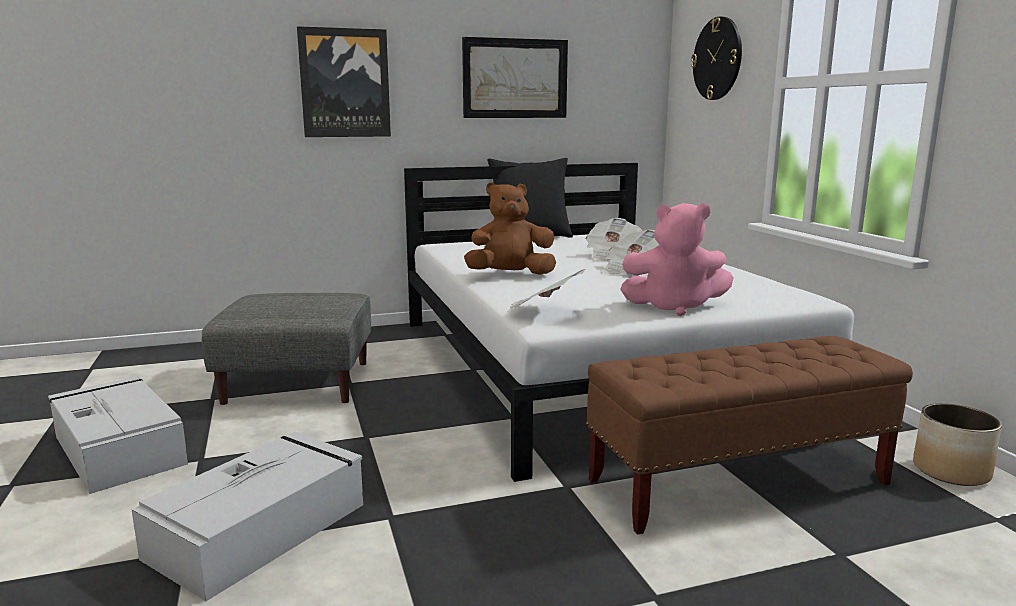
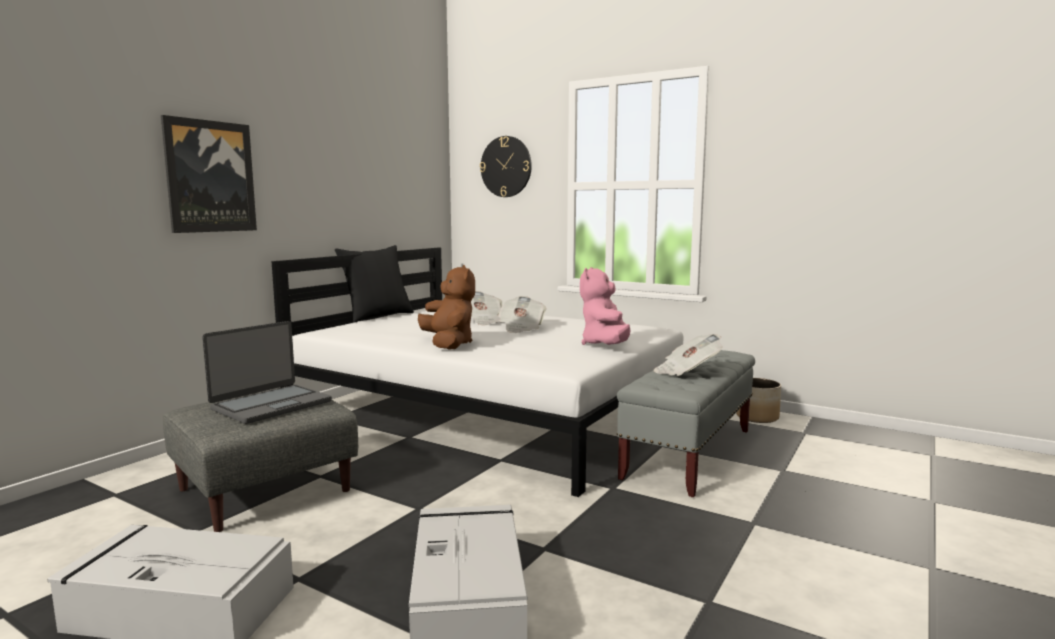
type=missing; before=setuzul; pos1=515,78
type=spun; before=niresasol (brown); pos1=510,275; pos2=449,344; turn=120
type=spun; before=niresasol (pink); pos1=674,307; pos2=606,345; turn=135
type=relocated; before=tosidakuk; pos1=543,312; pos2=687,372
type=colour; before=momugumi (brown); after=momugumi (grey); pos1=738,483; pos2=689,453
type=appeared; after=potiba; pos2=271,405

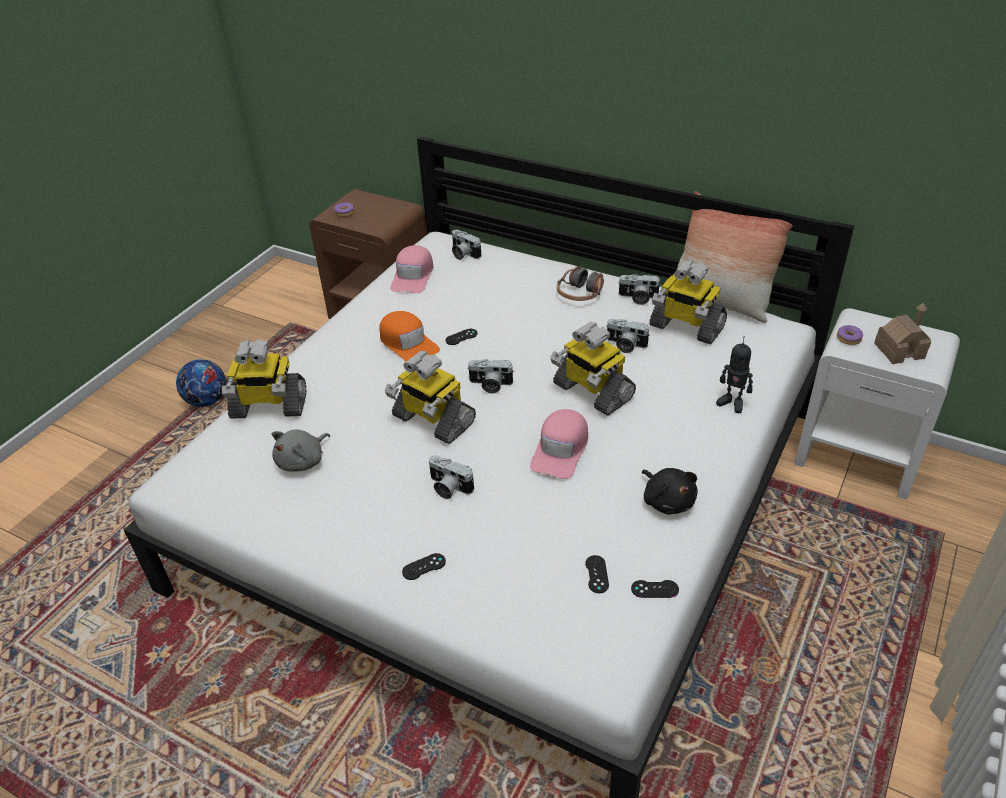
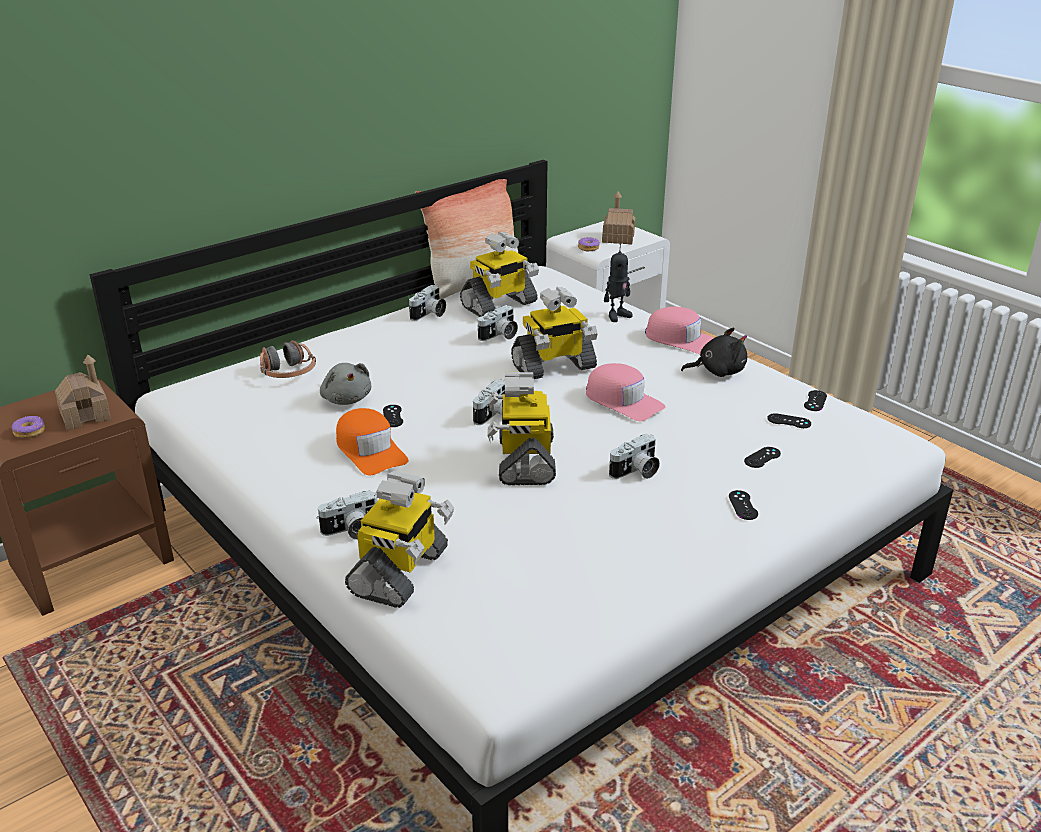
type=relocated; before=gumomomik; pos1=463,254; pos2=352,530
type=relocated; before=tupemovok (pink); pos1=413,276; pos2=681,340
type=relocated; before=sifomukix; pos1=580,294; pos2=288,373
type=spun; before=tupemovok (orange); pos1=408,343; pos2=370,450; turn=75
type=spun; before=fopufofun; pos1=432,420; pos2=524,461; turn=120
type=missing; before=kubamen; pos1=207,401
type=relocated; before=niresasol (grey); pos1=303,461; pos2=346,399
type=appeared; after=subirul; pos2=85,415
type=appeared; after=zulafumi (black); pos2=762,457

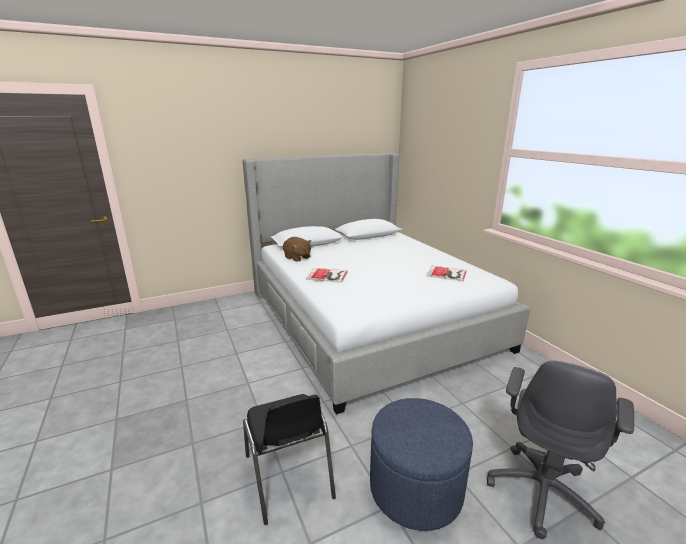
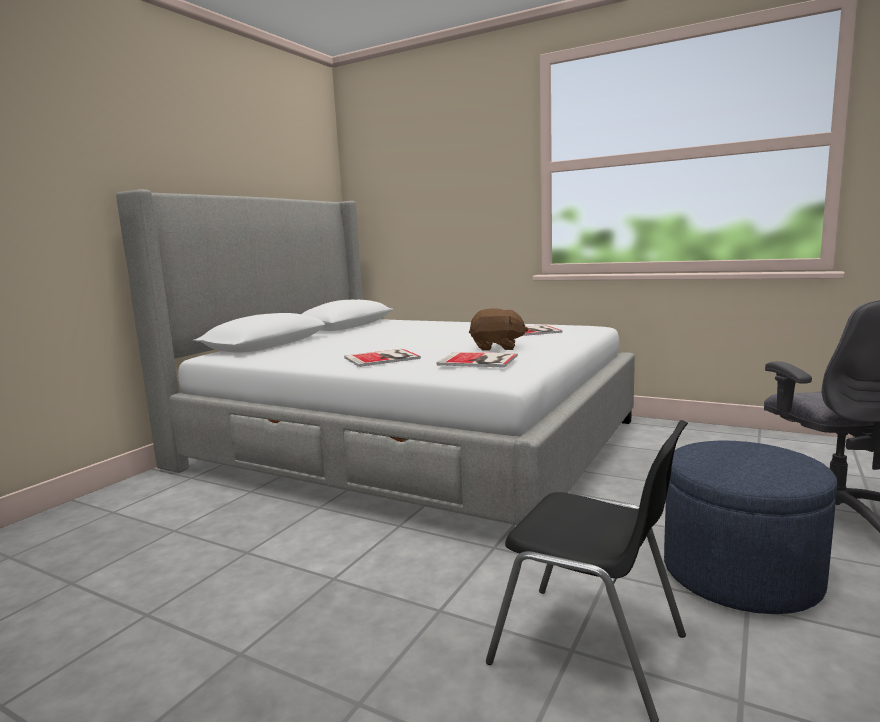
type=relocated; before=niresasol (brown); pos1=297,257; pos2=497,347
type=appeared; after=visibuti; pos2=479,360

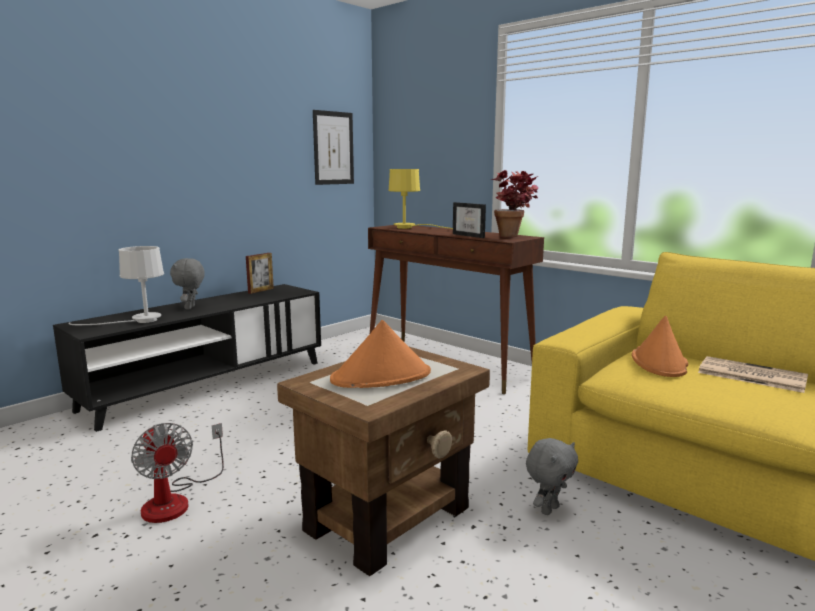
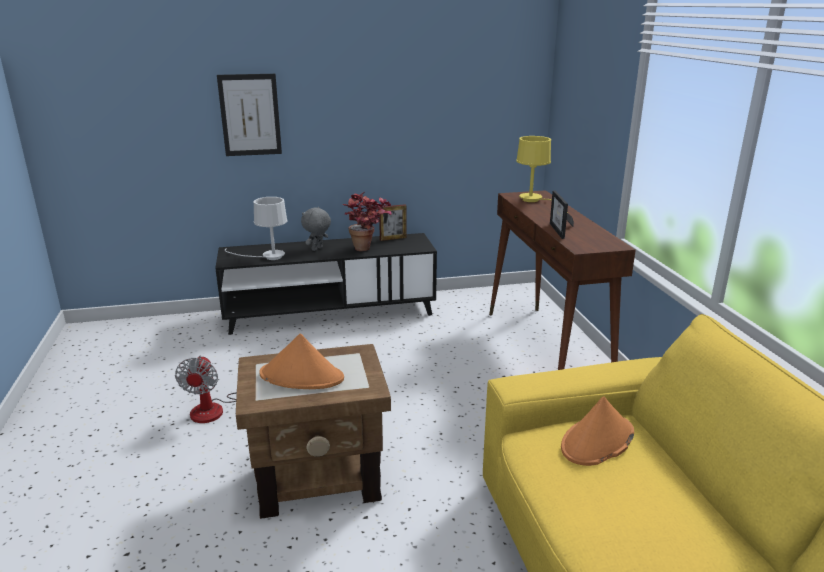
type=relocated; before=setuzul; pos1=333,148; pos2=250,115
type=relocated; before=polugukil; pos1=514,236; pos2=368,249
type=missing; before=tosidakuk; pos1=750,375
type=missing; before=niresasol (grey); pos1=548,509

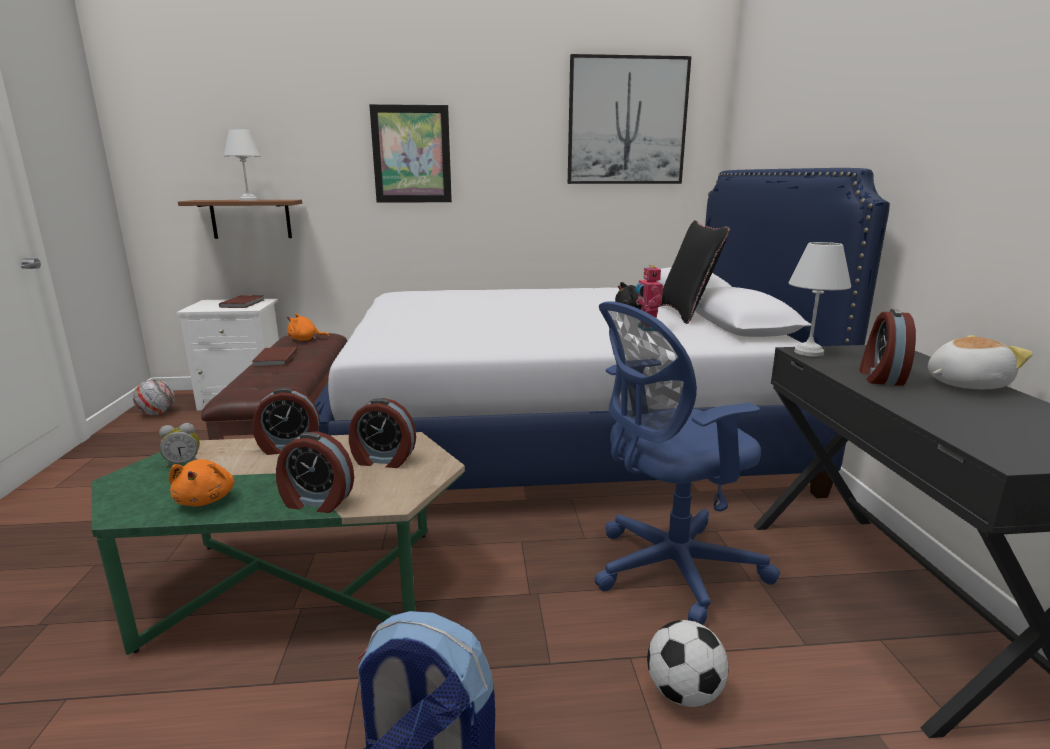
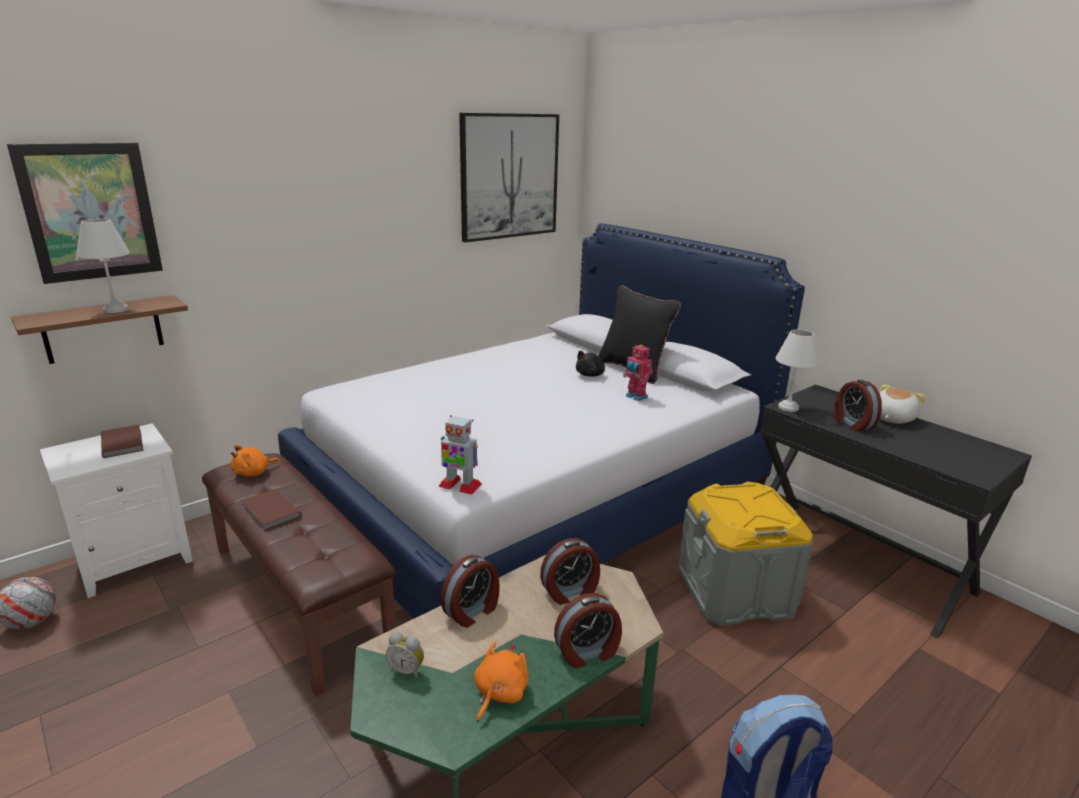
type=relocated; before=setuzul; pos1=411,154; pos2=90,212
type=exchanged; before=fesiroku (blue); after=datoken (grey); pos1=668,570; pos2=735,592
type=spun; before=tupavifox; pos1=184,463; pos2=407,670; turn=75
type=spun; before=niresasol (orange); pos1=206,499; pos2=499,693; turn=-105
type=missing; before=kubamen; pos1=684,693
type=appeared; after=fopufofun; pos2=459,485

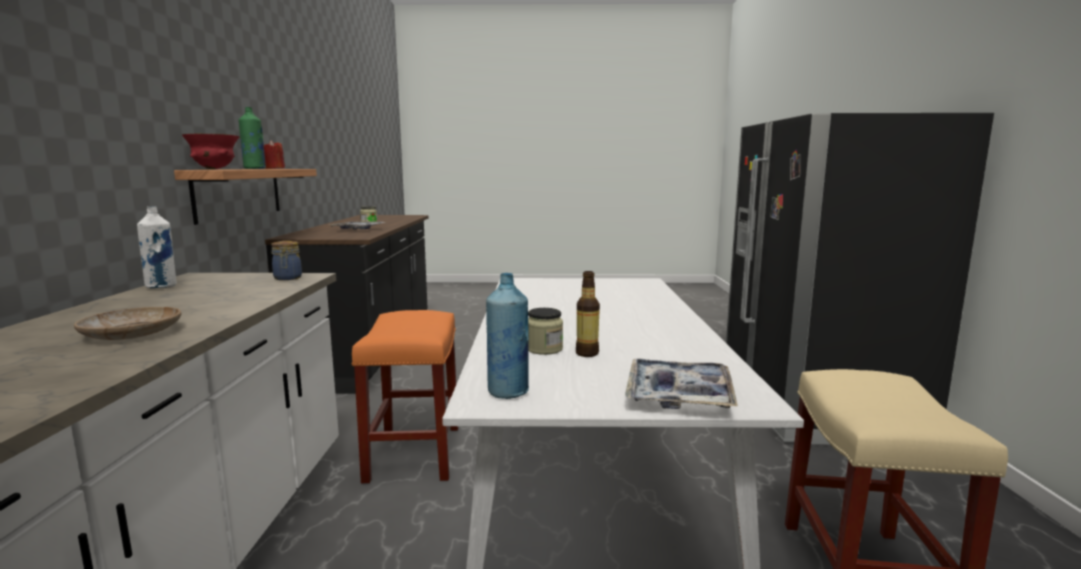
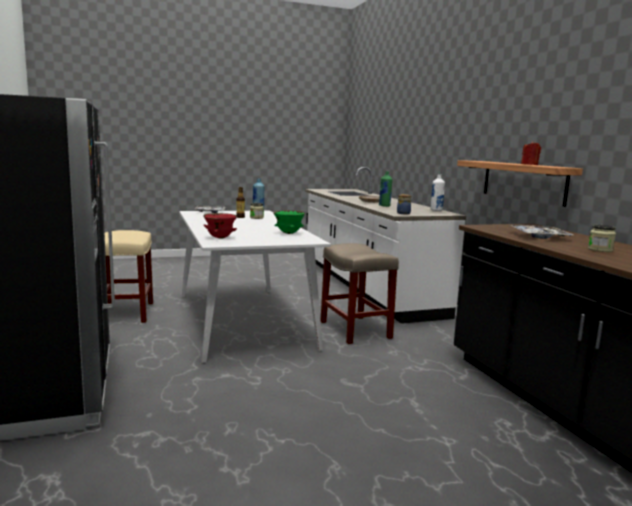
type=relocated; before=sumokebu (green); pos1=254,169; pos2=384,206
type=relocated; before=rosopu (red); pos1=215,169; pos2=219,238
type=colour; before=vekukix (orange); after=vekukix (beige); pos1=414,452; pos2=356,330
type=appeared; after=rosopu (green); pos2=289,233

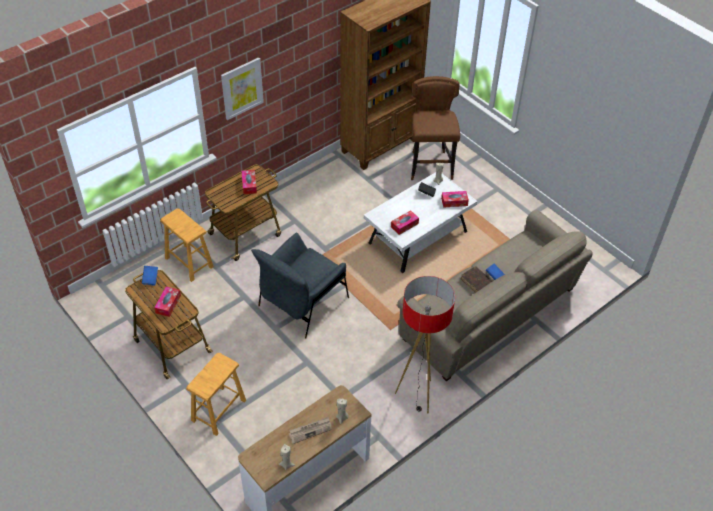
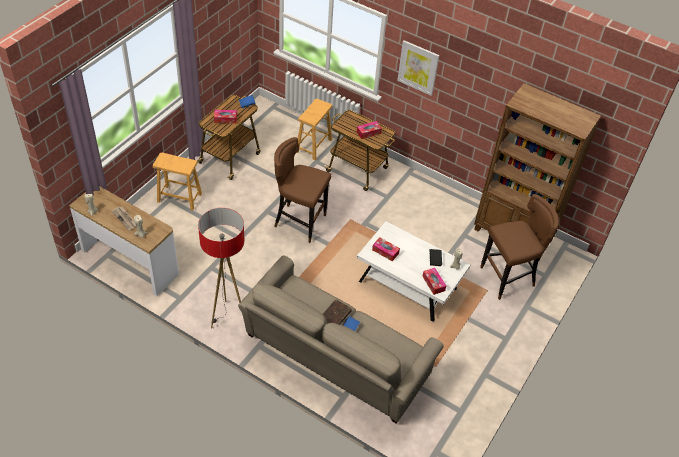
type=exchanged; before=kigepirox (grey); after=vekukix (brown); pos1=303,302; pos2=299,222

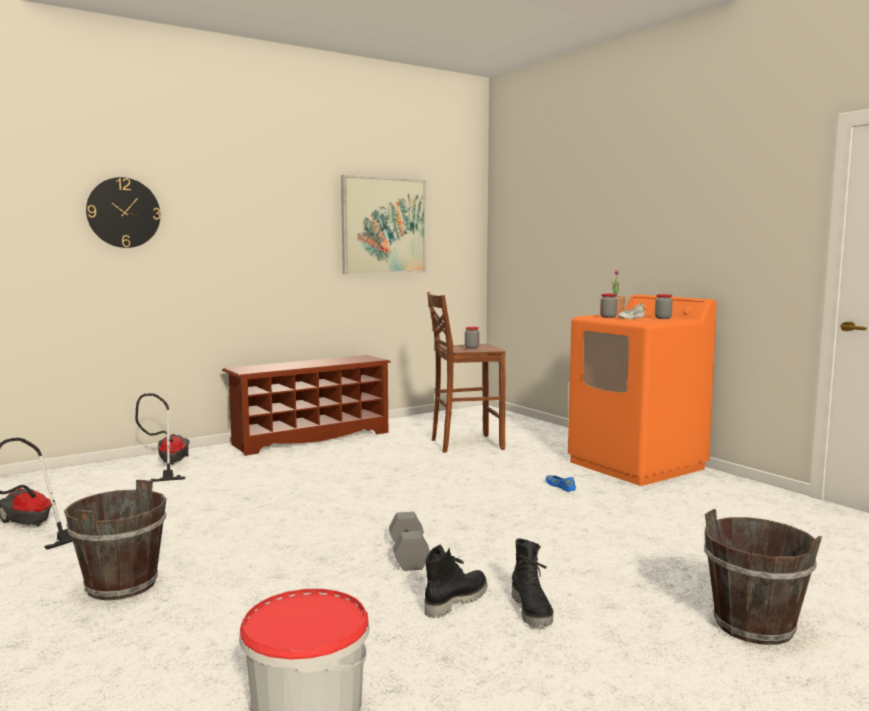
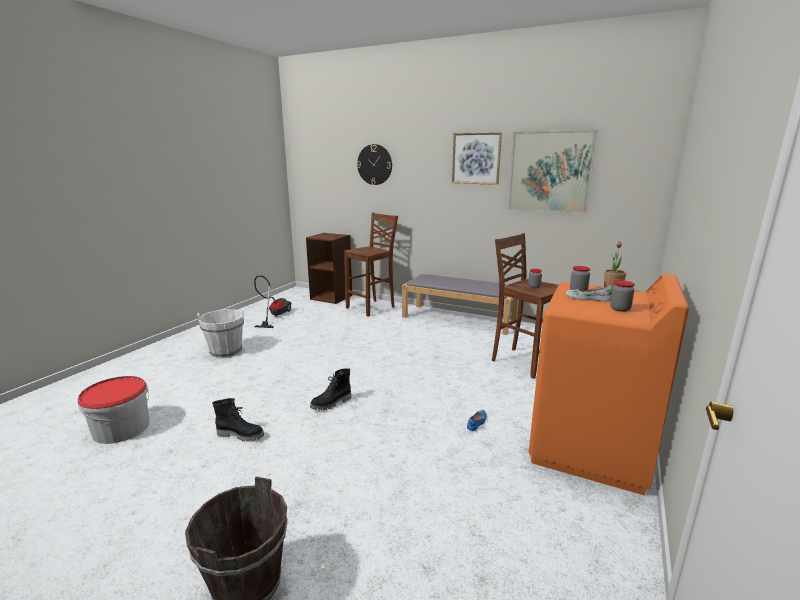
type=exchanged; before=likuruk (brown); after=momugumi (grey); pos1=311,438; pos2=459,319
type=exchanged; before=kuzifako; after=vekukix (brown); pos1=168,464; pos2=372,308
type=colour; before=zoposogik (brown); after=zoposogik (white); pos1=121,585; pos2=226,351
type=missing; before=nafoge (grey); pos1=410,555
type=relocated; before=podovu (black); pos1=532,611; pos2=331,403
type=appeared; after=setuzul; pos2=476,158
type=appeared; after=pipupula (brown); pos2=331,297

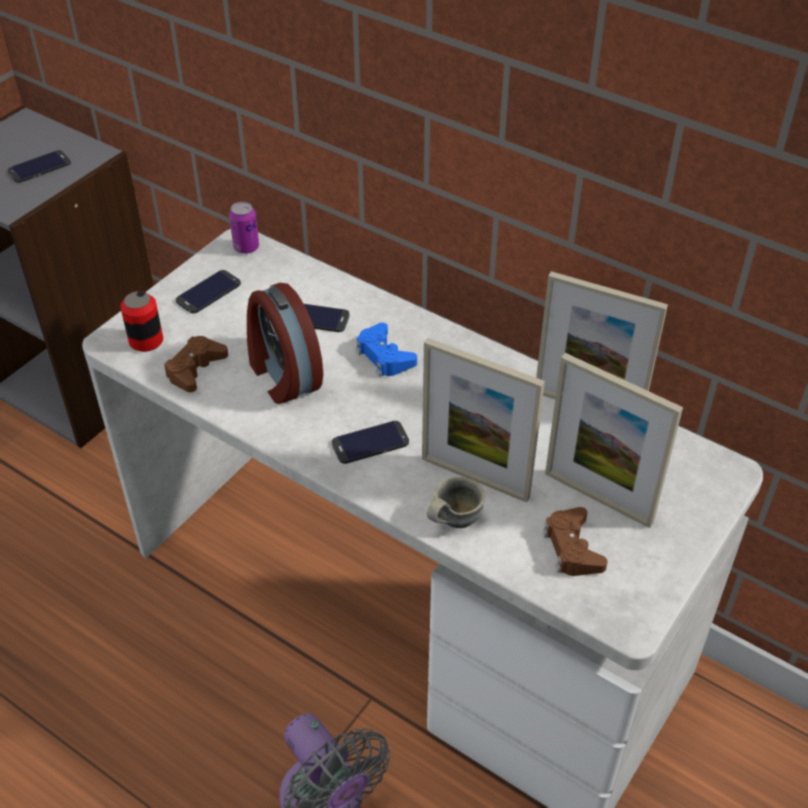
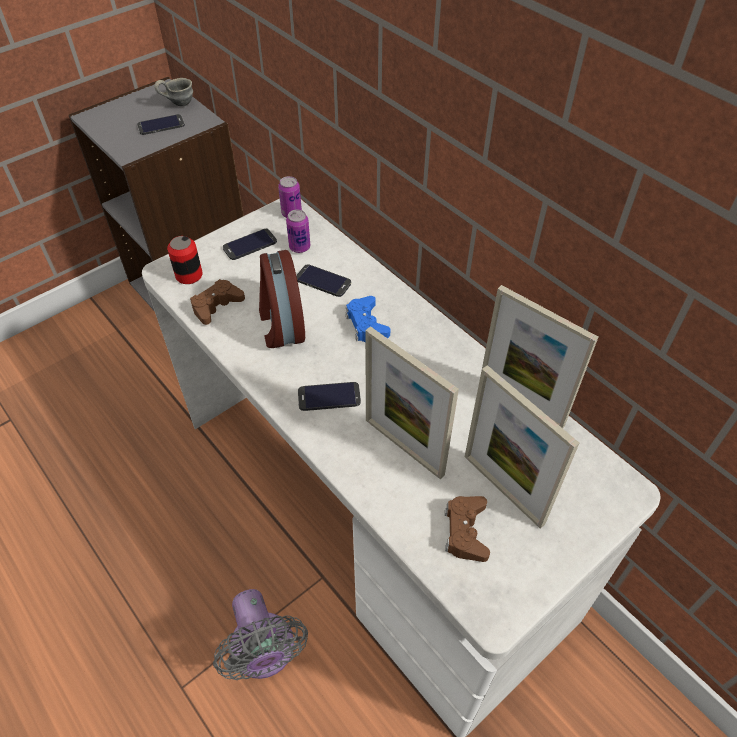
type=relocated; before=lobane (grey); pos1=452,520; pos2=179,103
type=appeared; after=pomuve; pos2=299,247

